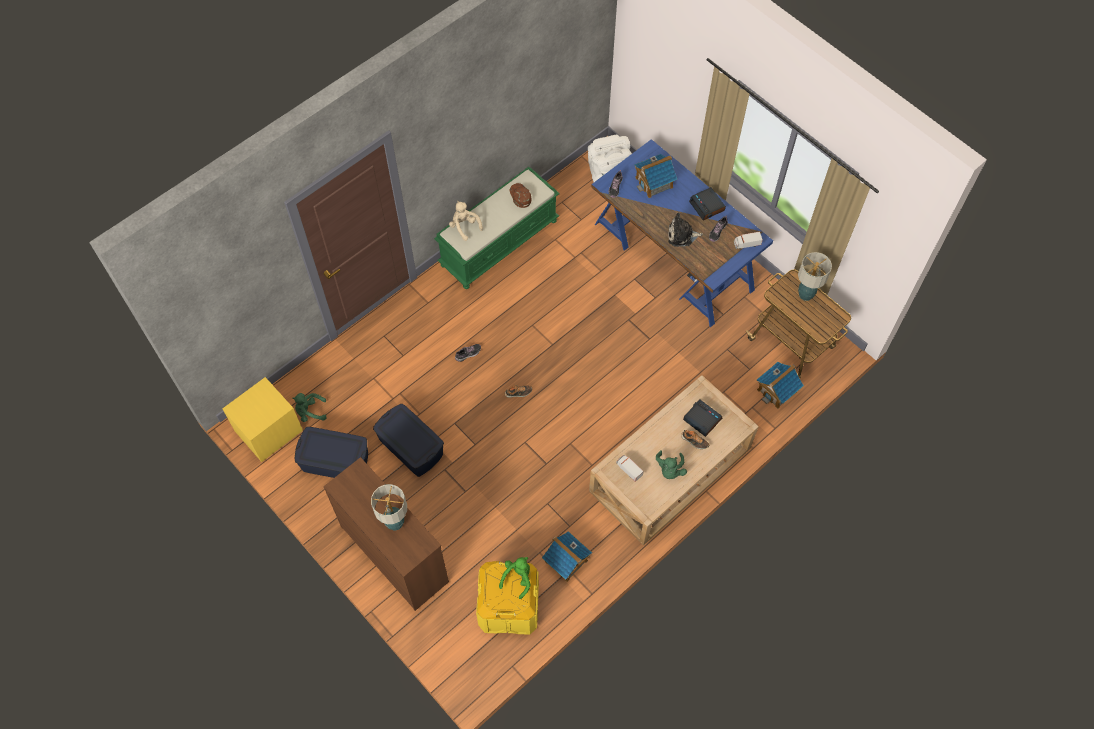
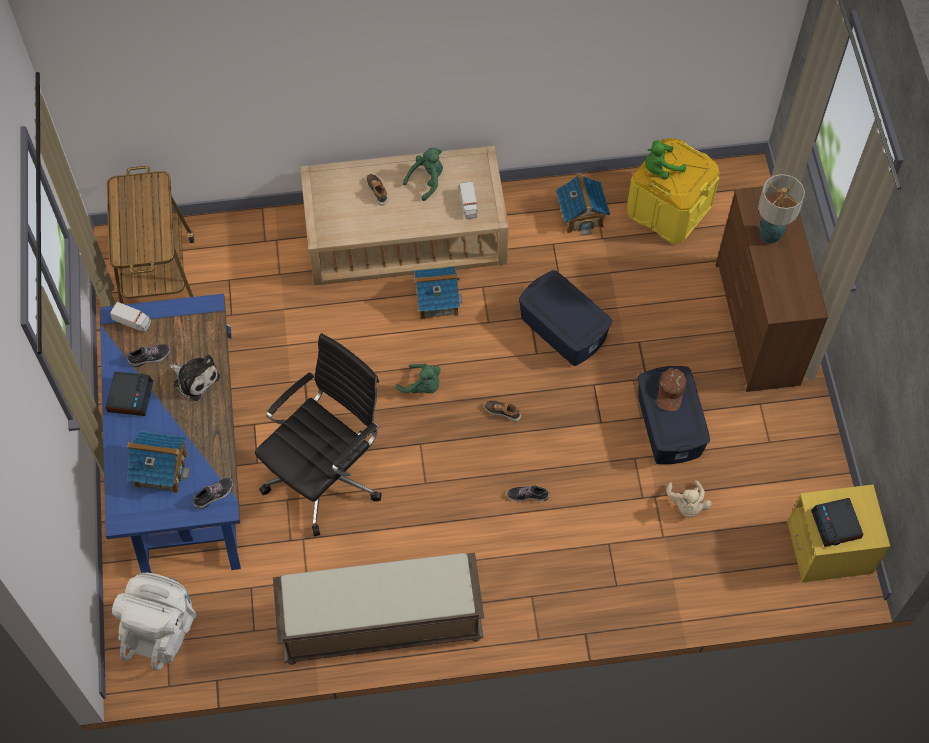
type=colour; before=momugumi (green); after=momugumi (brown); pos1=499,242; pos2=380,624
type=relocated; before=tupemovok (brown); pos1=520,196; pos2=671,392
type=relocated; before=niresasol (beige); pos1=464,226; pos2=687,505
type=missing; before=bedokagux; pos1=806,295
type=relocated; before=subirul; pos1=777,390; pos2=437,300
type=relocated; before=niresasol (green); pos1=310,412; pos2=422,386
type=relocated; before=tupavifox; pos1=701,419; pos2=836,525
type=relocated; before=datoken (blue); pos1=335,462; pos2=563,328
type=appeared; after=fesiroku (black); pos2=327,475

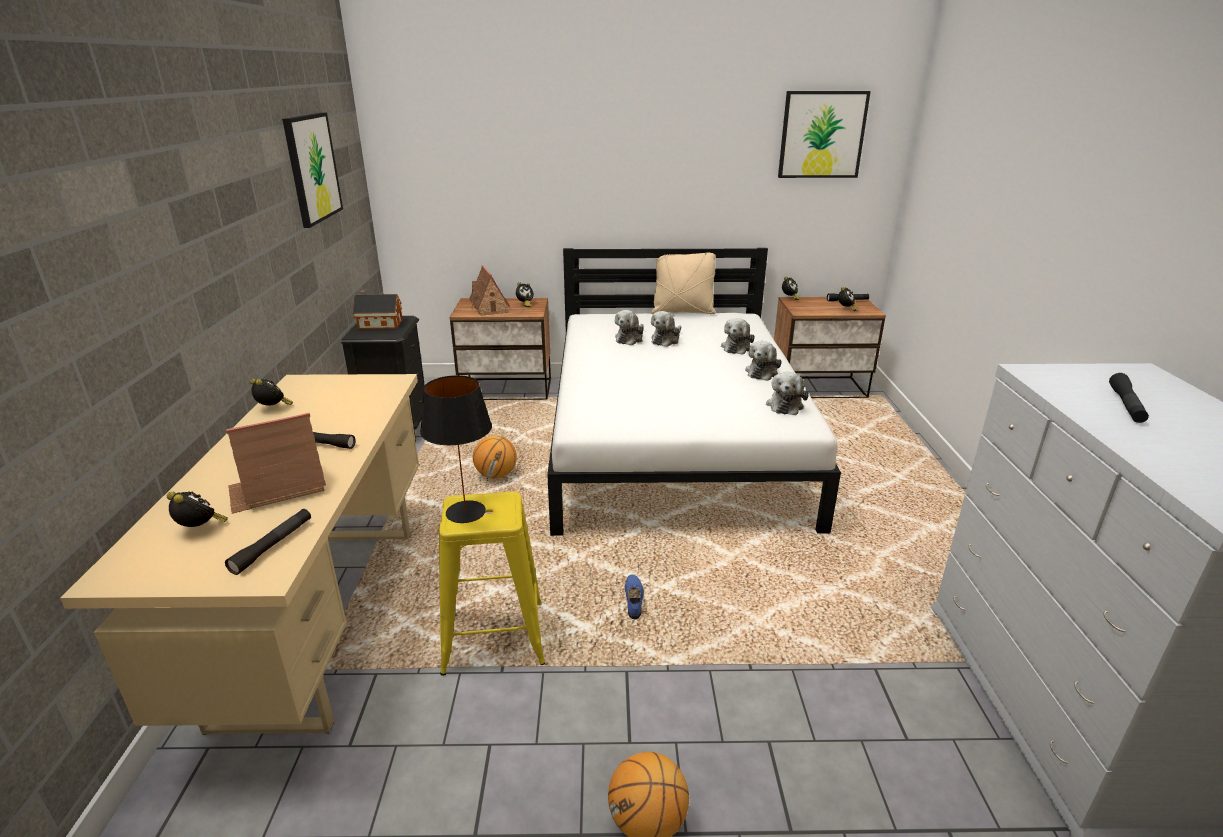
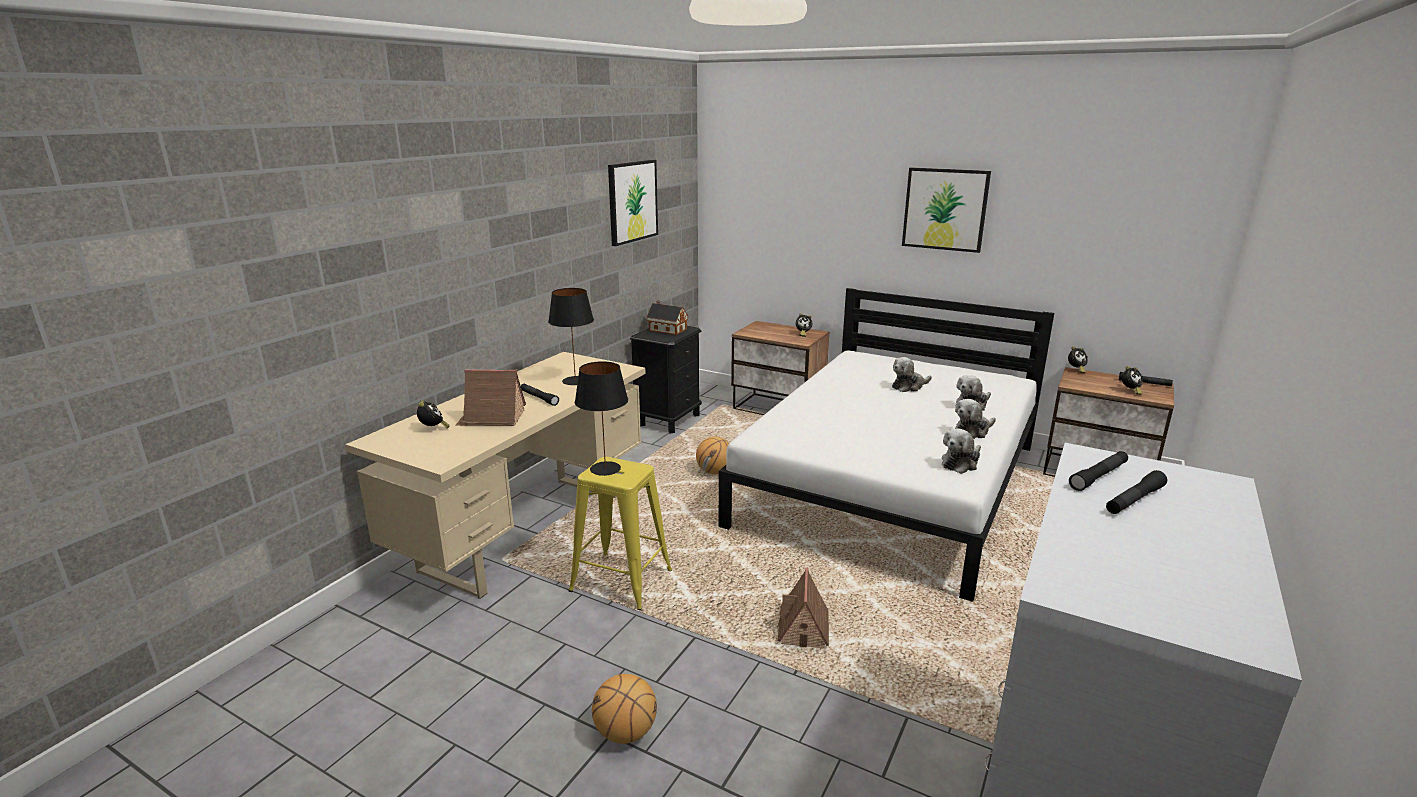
type=relocated; before=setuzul; pos1=822,135; pos2=945,209
type=missing; before=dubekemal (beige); pos1=682,312
type=relocated; before=subirul; pos1=490,307; pos2=803,633
type=missing; before=niresasol; pos1=630,338
type=missing; before=tupavifox; pos1=273,408
type=relocated; before=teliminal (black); pos1=273,546; pos2=1098,476
type=missing; before=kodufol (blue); pos1=634,599
type=appeared; after=bedokagux (black); pos2=575,381

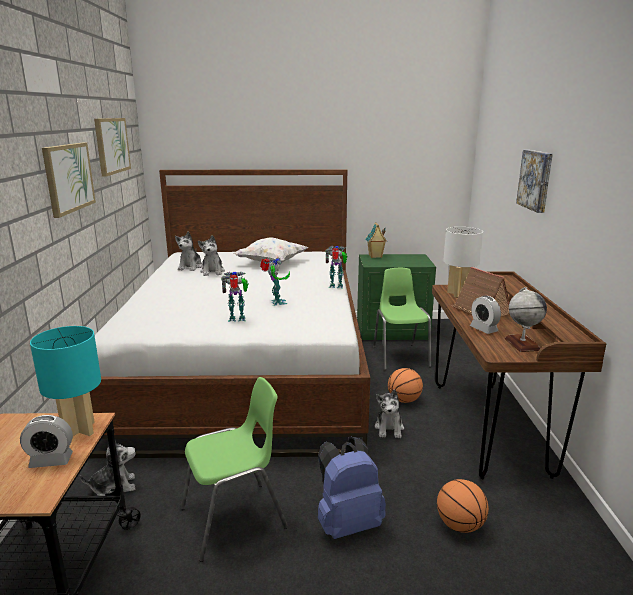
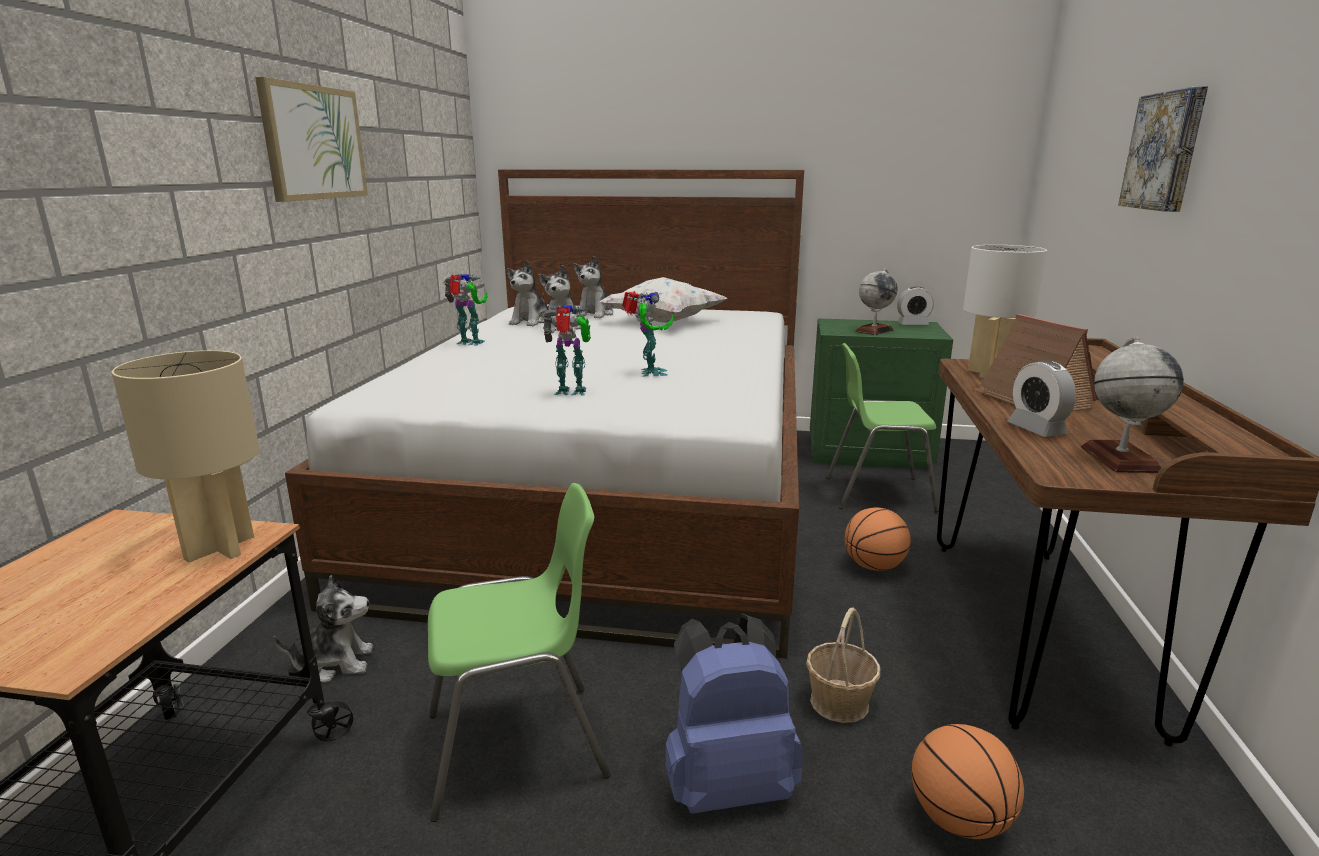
type=missing; before=setuzul; pos1=111,145
type=missing; before=subirul; pos1=375,256
type=relocated; before=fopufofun; pos1=337,286; pos2=470,343
type=spun; before=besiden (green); pos1=400,356; pos2=877,493; turn=-90
type=colour; before=bedokagux (turquoise); after=bedokagux (beige); pos1=78,431; pos2=219,548
type=relocated; before=niresasol; pos1=389,428; pos2=595,314
type=relocated; before=tupavifox; pos1=51,460; pos2=913,324
type=appeared; after=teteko; pos2=874,330
type=appeared; after=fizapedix; pos2=839,702

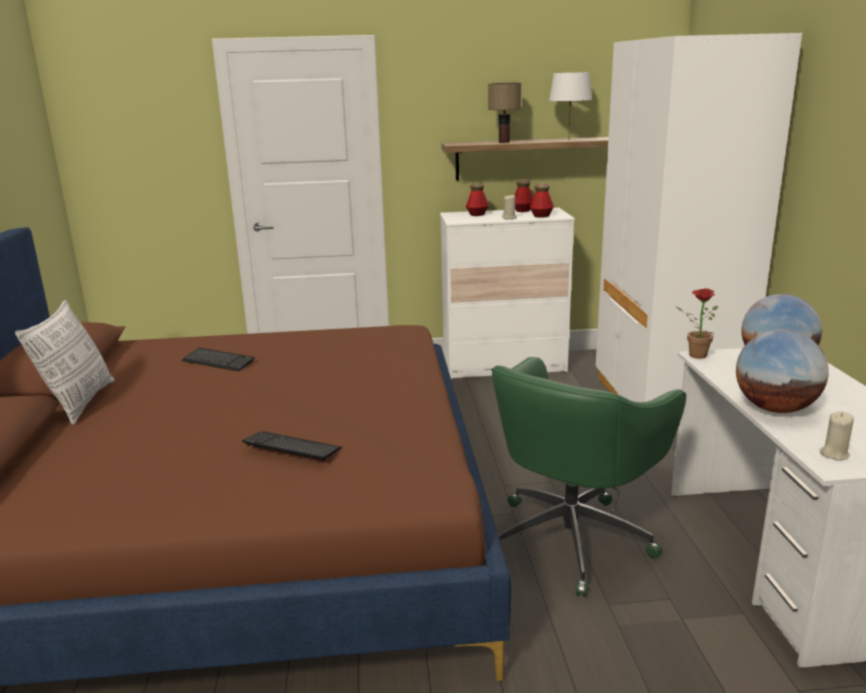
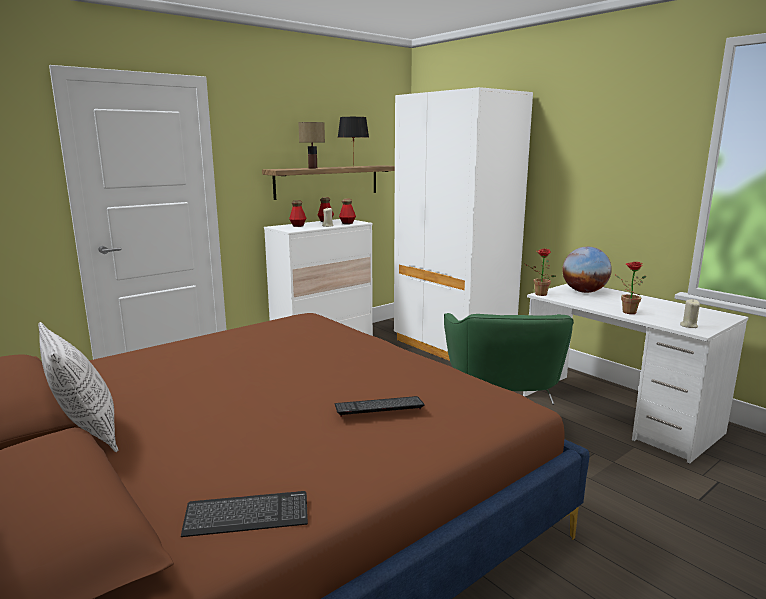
type=colour; before=bedokagux (white); after=bedokagux (black); pos1=568,139; pos2=353,166
type=exchanged; before=teteko; after=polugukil; pos1=775,408; pos2=626,311
type=relocated; before=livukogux; pos1=218,361; pos2=247,516

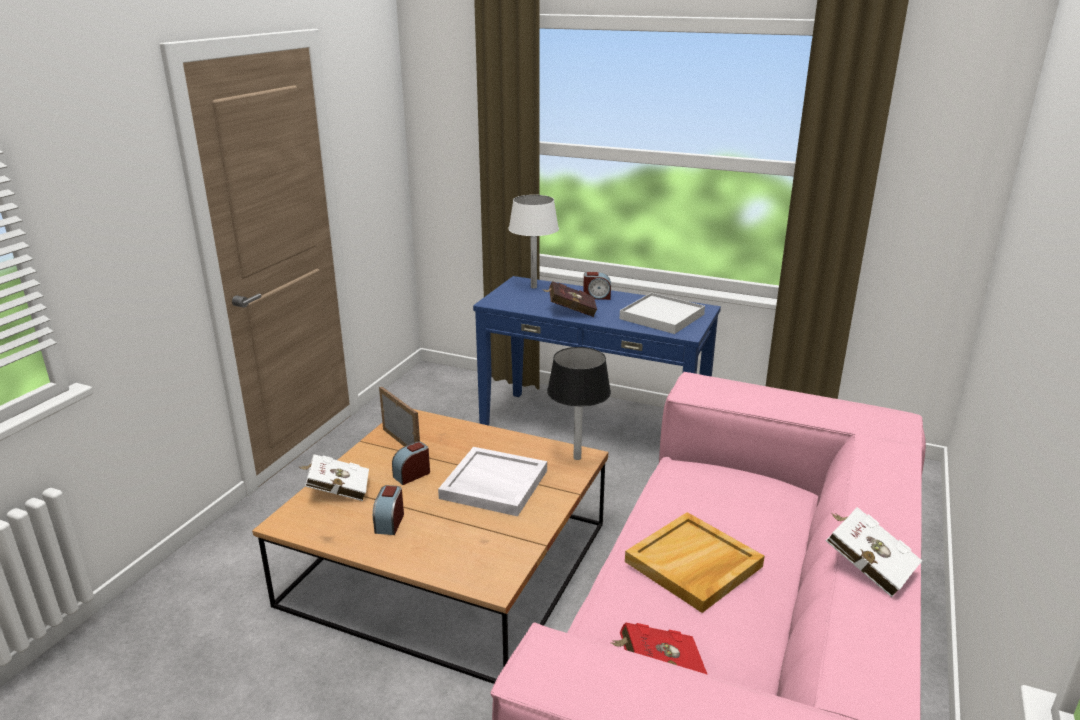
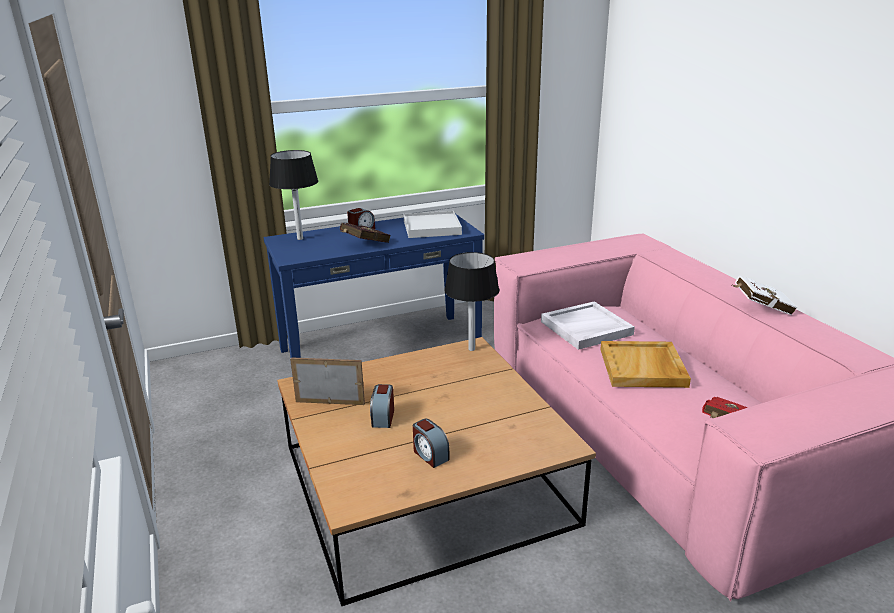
type=colour; before=bedokagux (white); after=bedokagux (black); pos1=534,287; pos2=300,238
type=relocated; before=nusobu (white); pos1=493,484; pos2=586,328
type=missing; before=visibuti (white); pos1=336,491

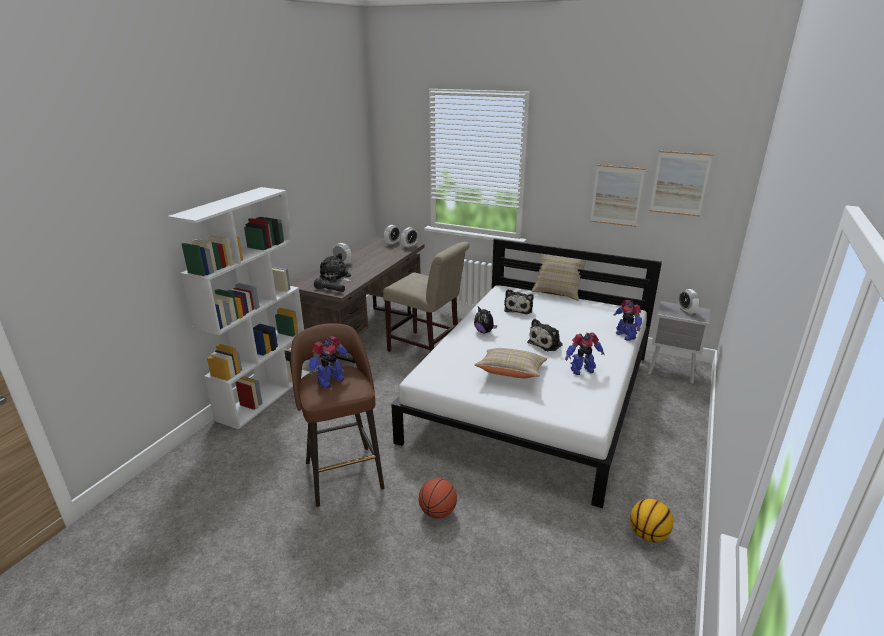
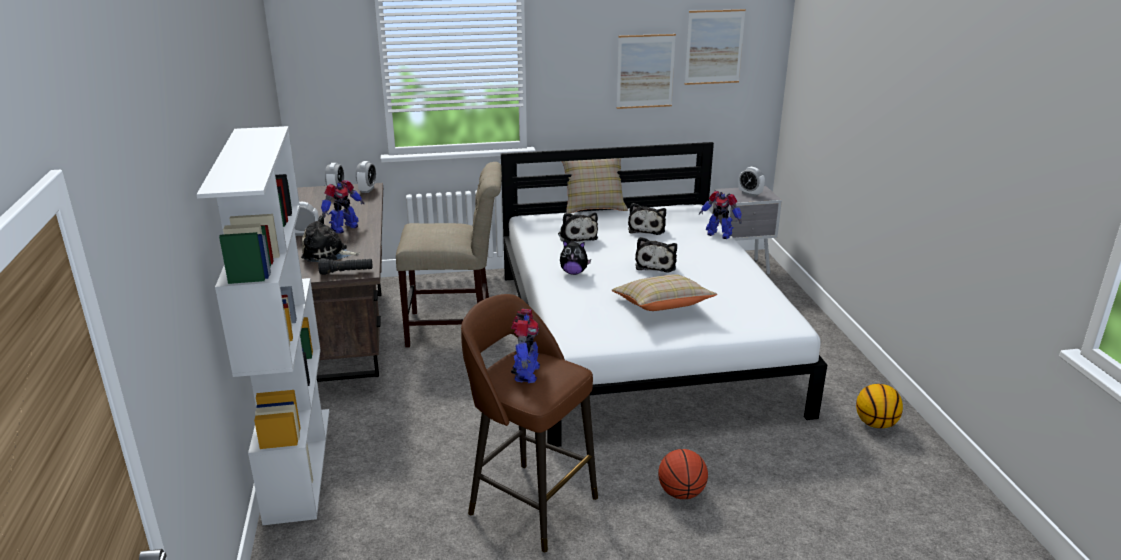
type=relocated; before=fopufofun; pos1=581,370; pos2=343,228
type=appeared; after=niresasol; pos2=647,229

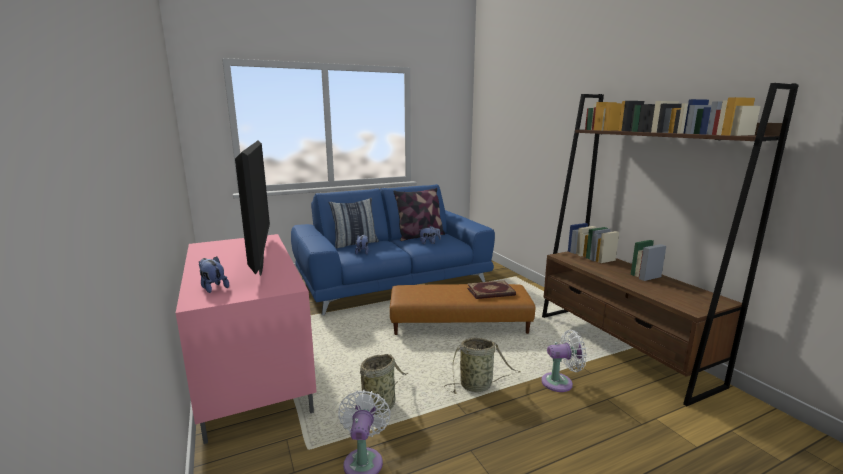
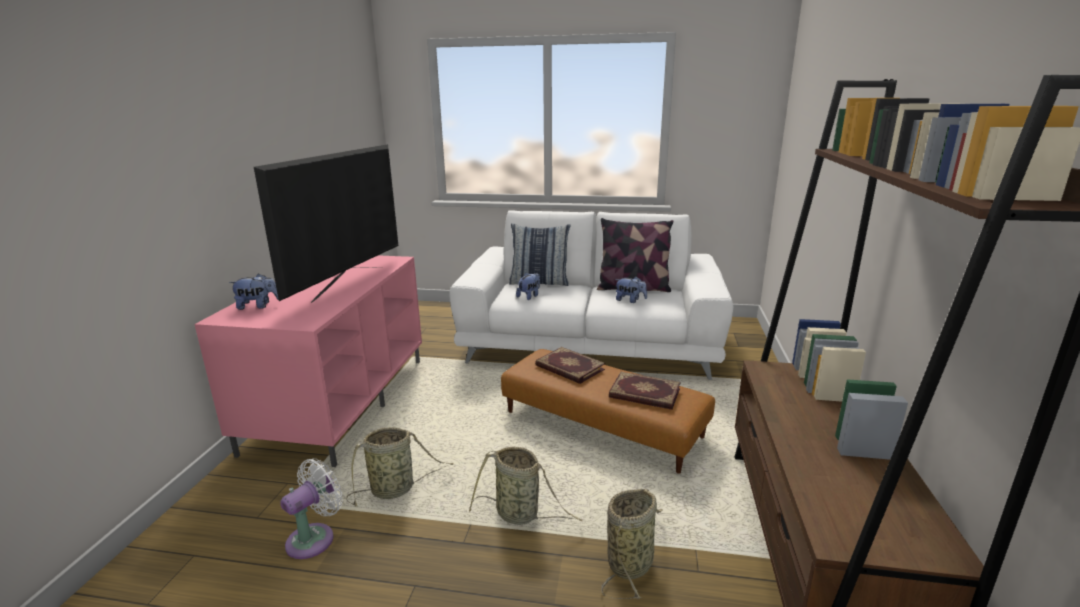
type=colour; before=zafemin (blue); after=zafemin (white); pos1=393,281; pos2=590,342
type=spun; before=niresasol; pos1=213,287; pos2=258,306; turn=90
type=exchanged; before=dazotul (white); after=fizapedix; pos1=560,382; pos2=631,562
type=appeared; after=visibuti; pos2=569,368

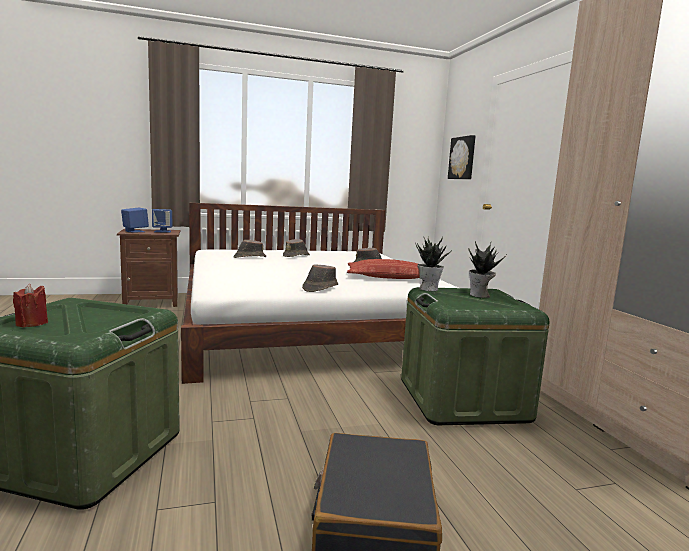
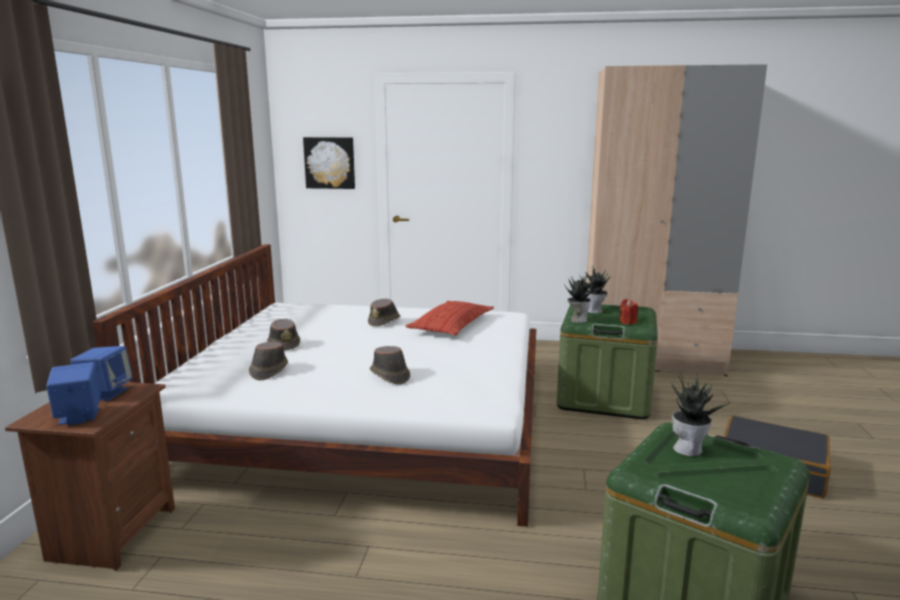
type=relocated; before=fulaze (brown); pos1=320,288; pos2=389,375
type=relocated; before=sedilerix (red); pos1=32,323; pos2=627,322
type=appeared; after=polugukil; pos2=688,449

